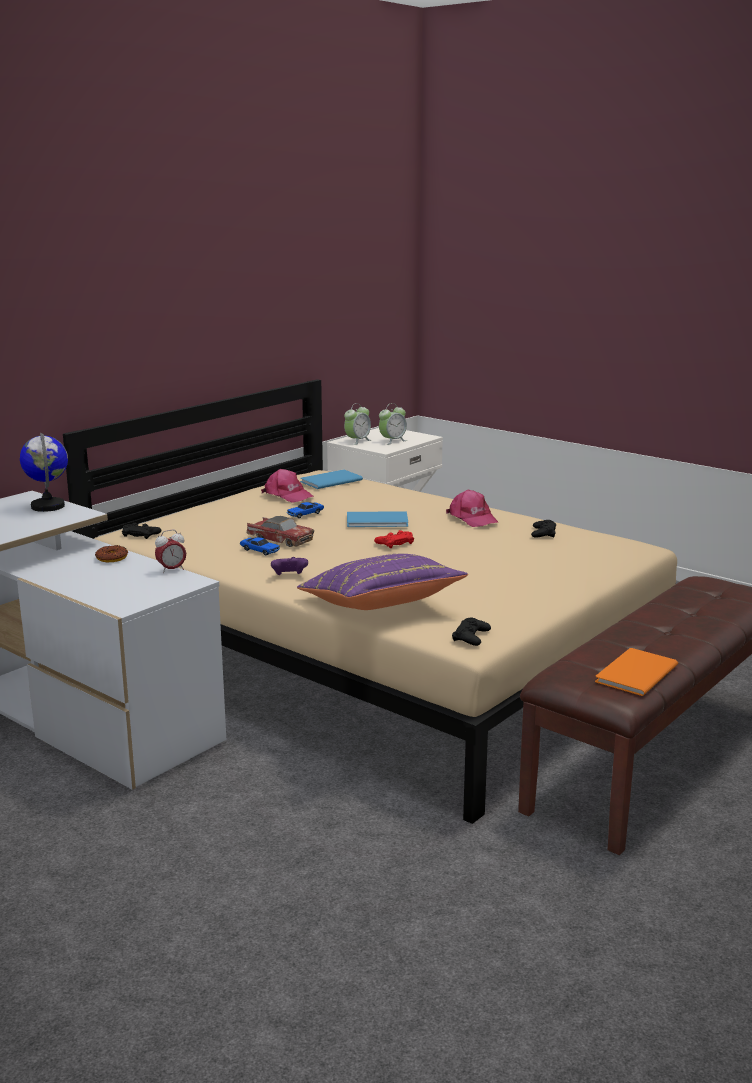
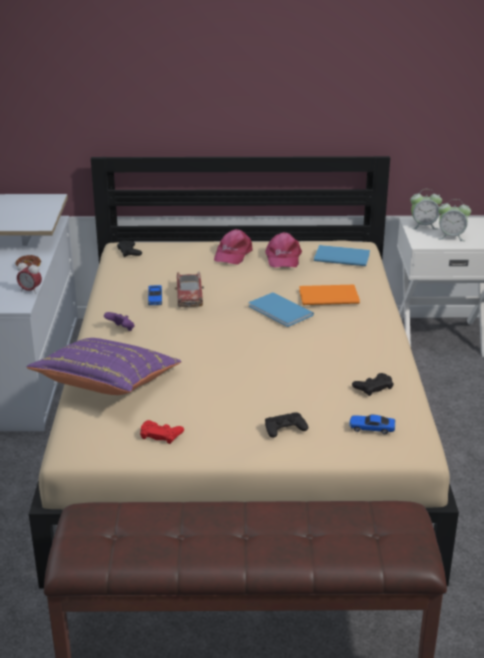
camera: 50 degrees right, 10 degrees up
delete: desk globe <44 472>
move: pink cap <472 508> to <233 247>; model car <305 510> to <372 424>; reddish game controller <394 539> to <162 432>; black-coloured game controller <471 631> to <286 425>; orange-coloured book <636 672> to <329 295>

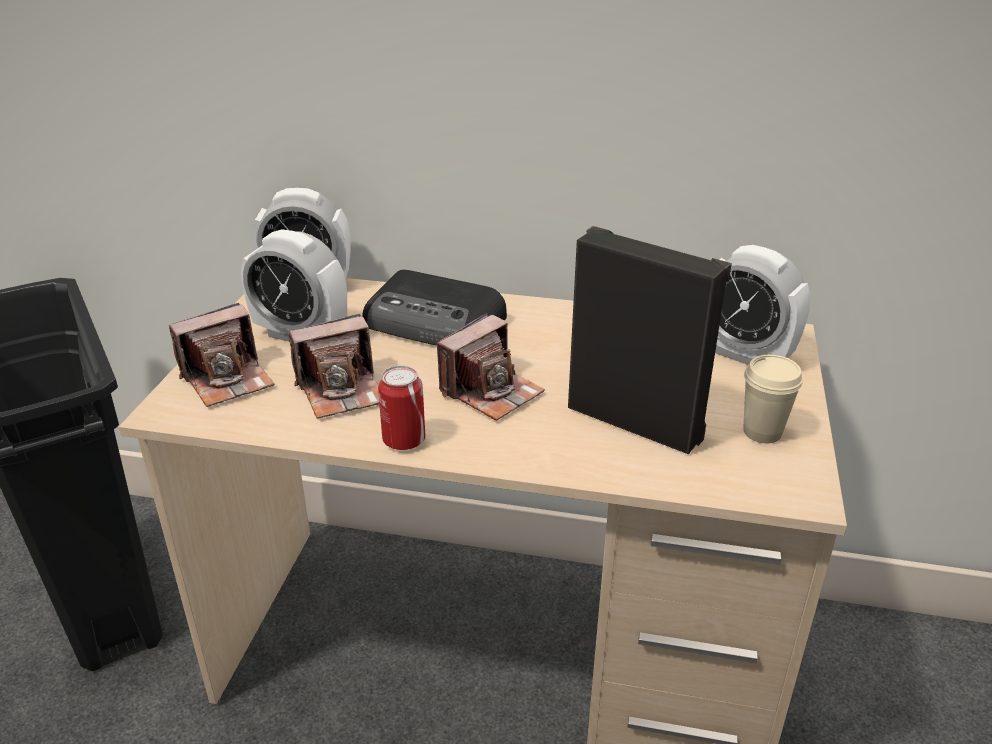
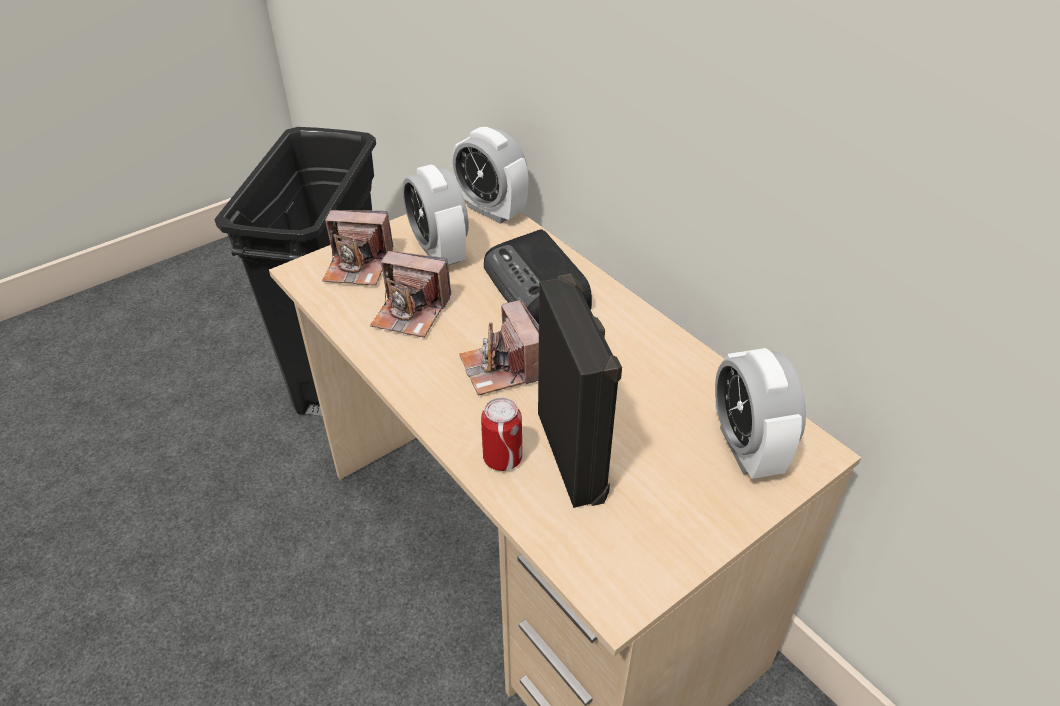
camera: 40 degrees right, 10 degrees up
delete: sand-coloured small cup <773 399>
move: can <401 408> to <501 434>
rotate: still camera <491 367> = <499 347> 75 degrees clockwise

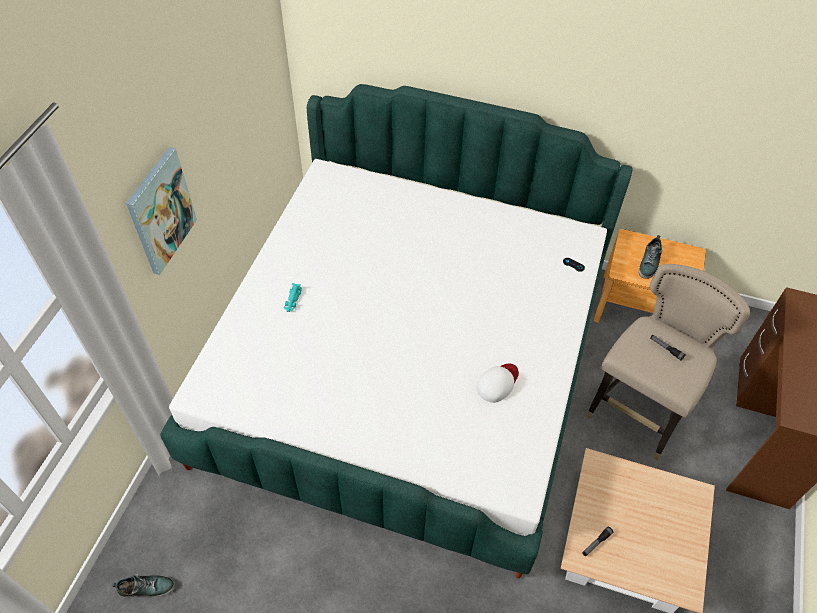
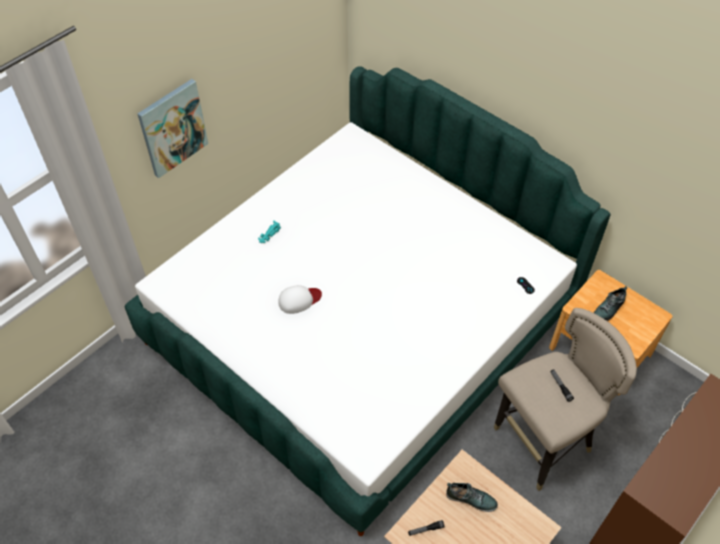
camera: 25 degrees right, 0 degrees up
move: white cap <498 383> to <300 299>; shoe <143 586> to <472 497>

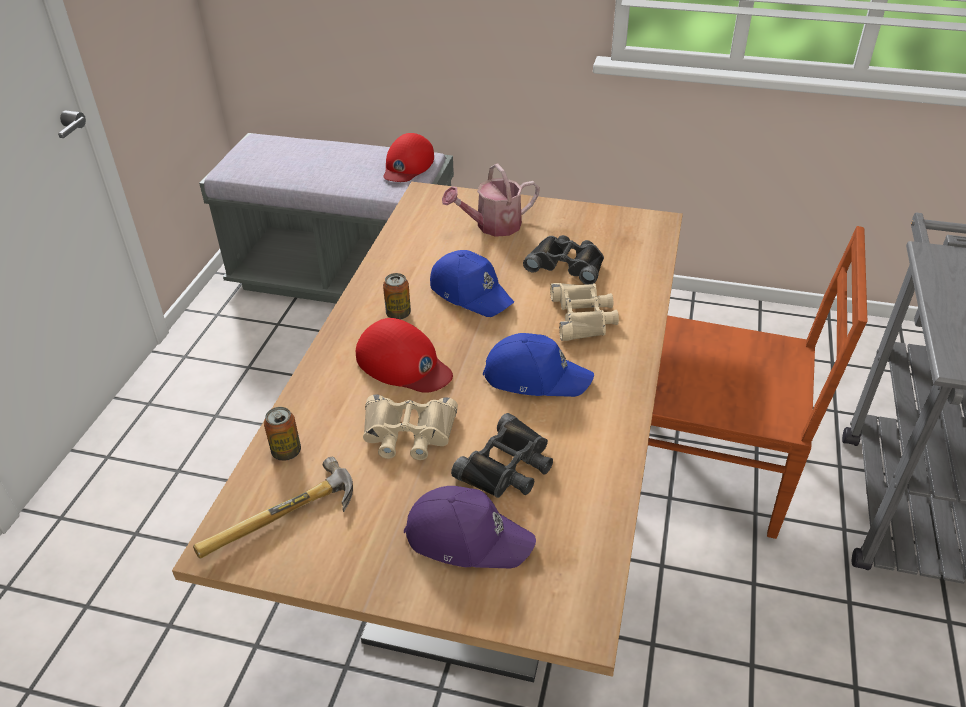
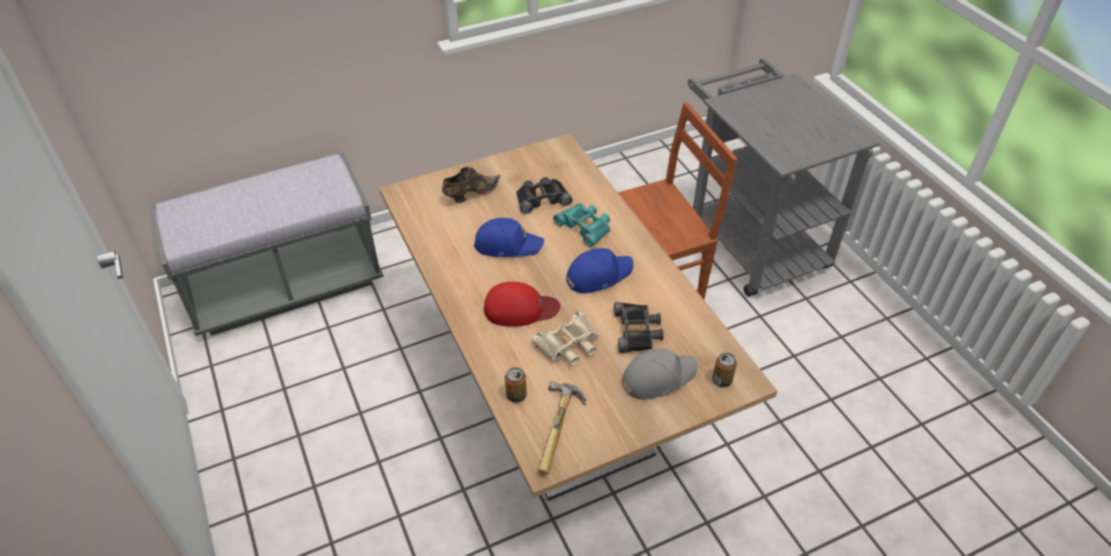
camera: 40 degrees left, 5 degrees up
delete: reddish cap <408 157>
move: can <397 296> to <724 369>
replace: sprinkling can <491 200> to brown shoe <471 185>
recolor: sand-coloured binoculars <584 312> to blue-green binoculars <581 225>; purple cap <470 527> to gray cap <660 374>

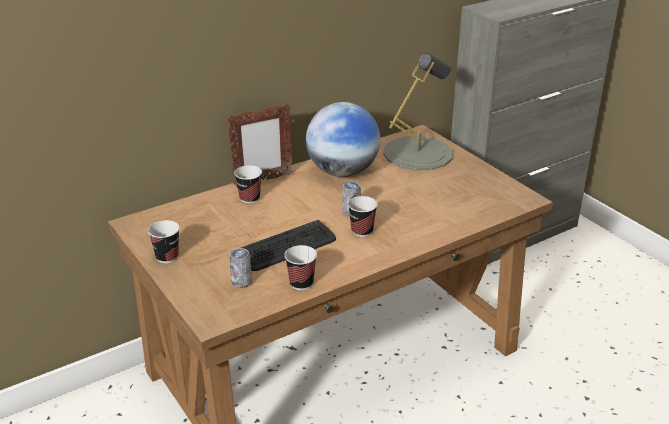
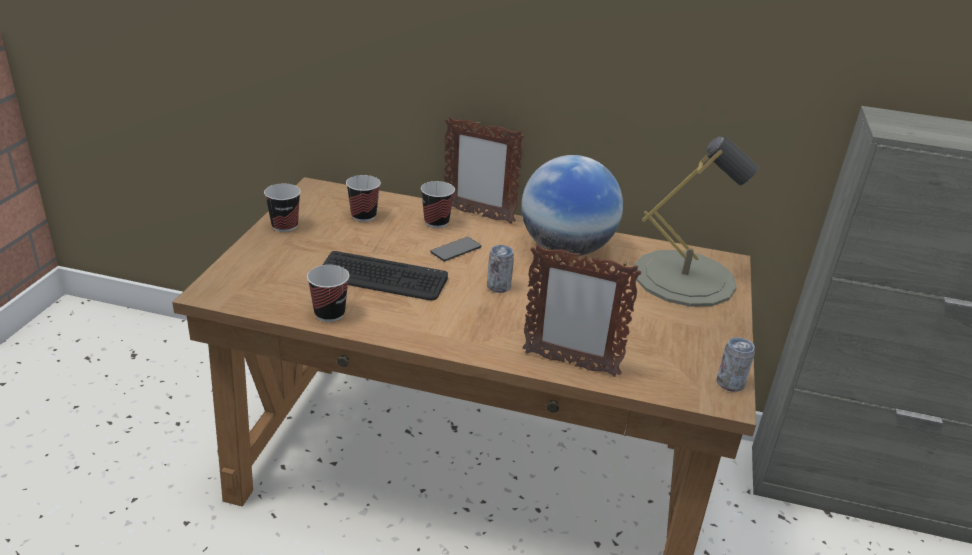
camera: 45 degrees right, 0 degrees up
insert: phone <455 249>; photo frame <582 311>
move: small cup <363 216> to <363 198>; can <240 268> to <735 364>

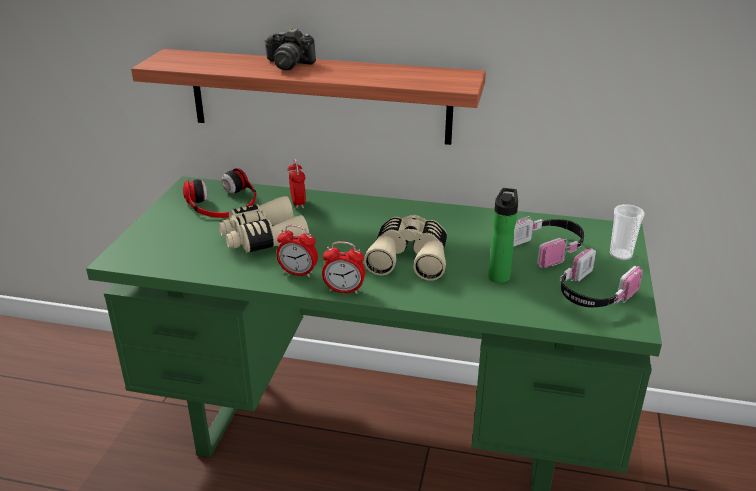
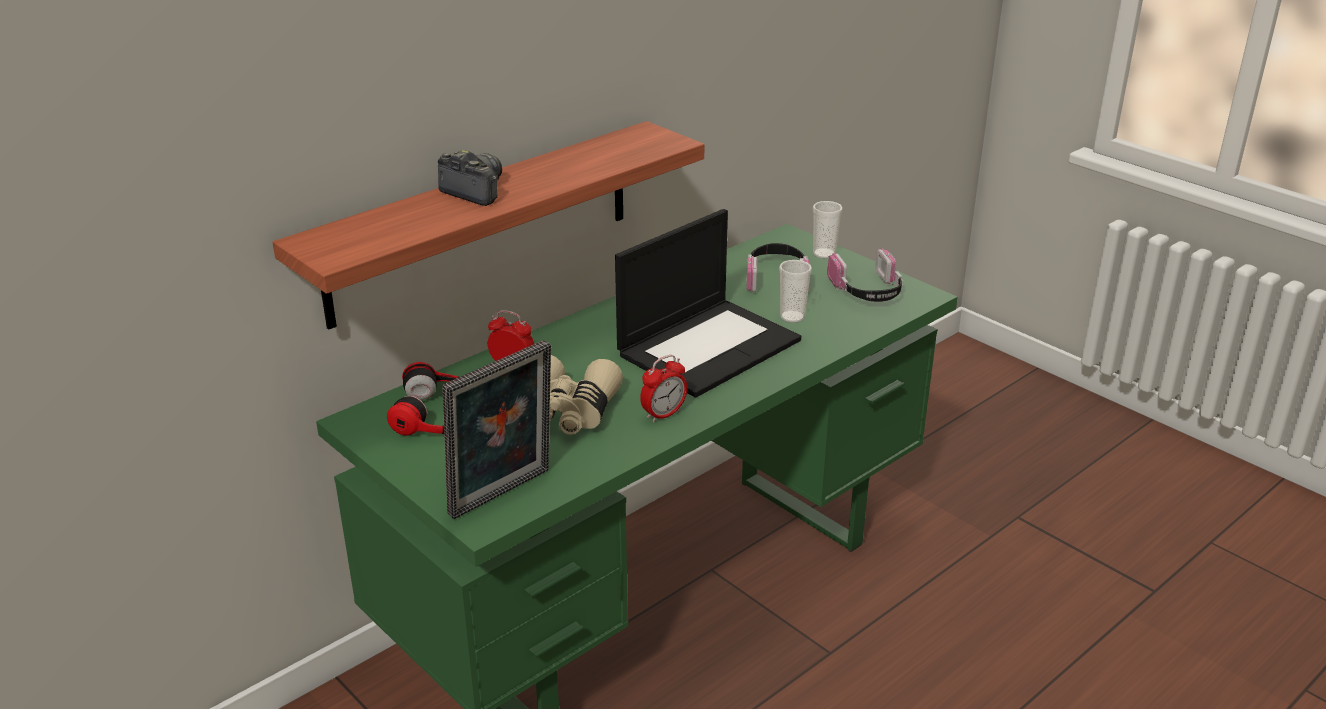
camera: 55 degrees left, 0 degrees up
delete: table clock <343 267>
insert: photo frame <496 429>
replace: drink bottle <503 235> to small cup <795 291>; sand-coloured binoculars <405 248> to portable computer <708 303>
rotate: still camera <290 49> = <470 178> 105 degrees counterclockwise

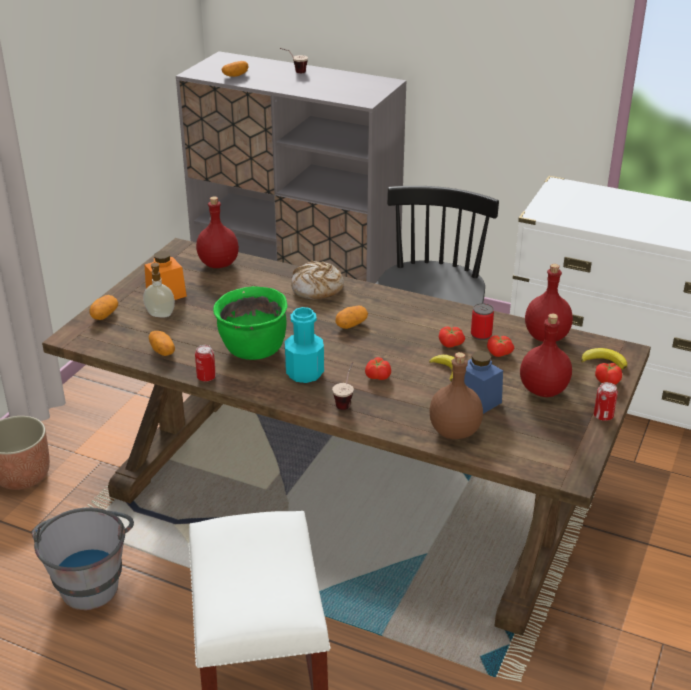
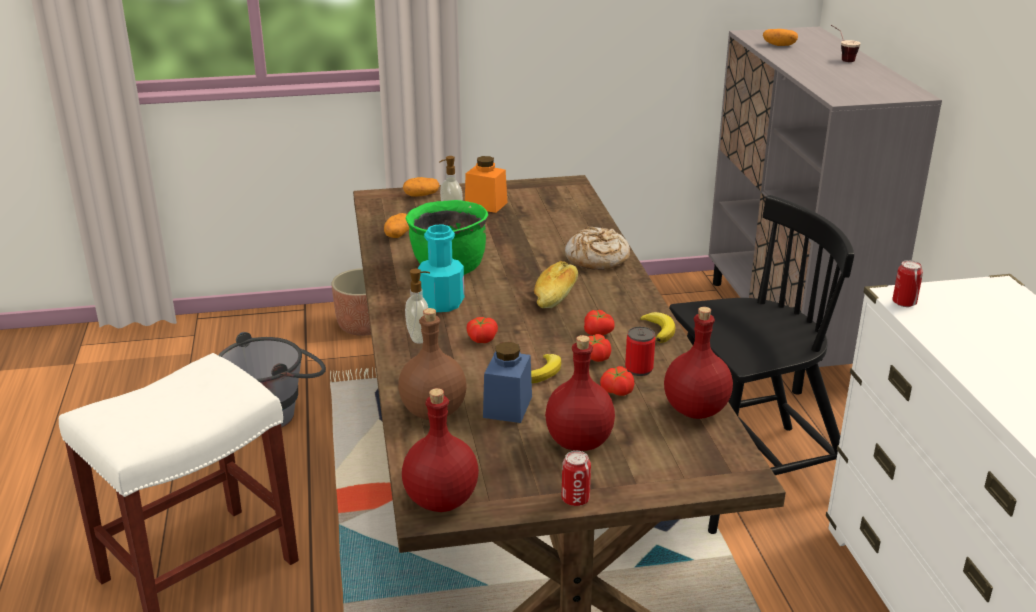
camera: 55 degrees right, 5 degrees down
move: reddish drink bottle <217 232> to <440 450>; can <205 363> to <908 283>; banana fruit <604 358> to <657 327>; whole tomato <608 374> to <599 322>
replace: whole potato <352 317> to bread <556 284>; small cup <343 386> to soap dispenser <417 306>

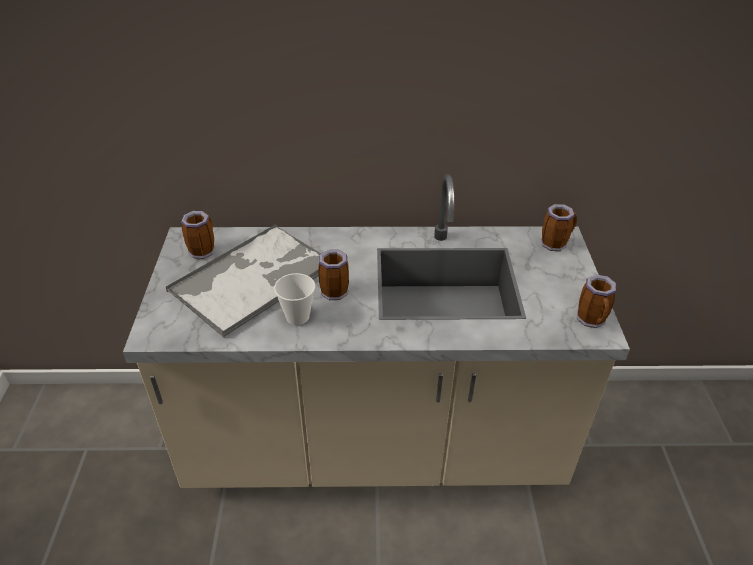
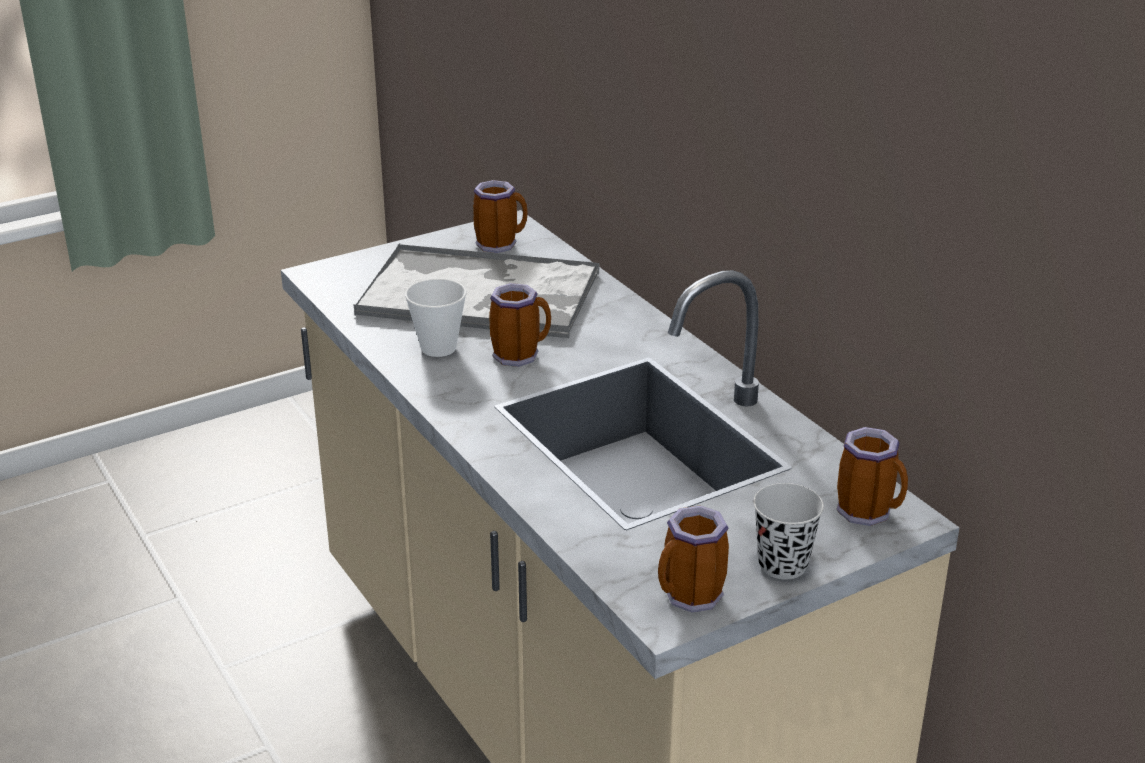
camera: 60 degrees right, 10 degrees down
insert: black-coloured small cup <788 531>

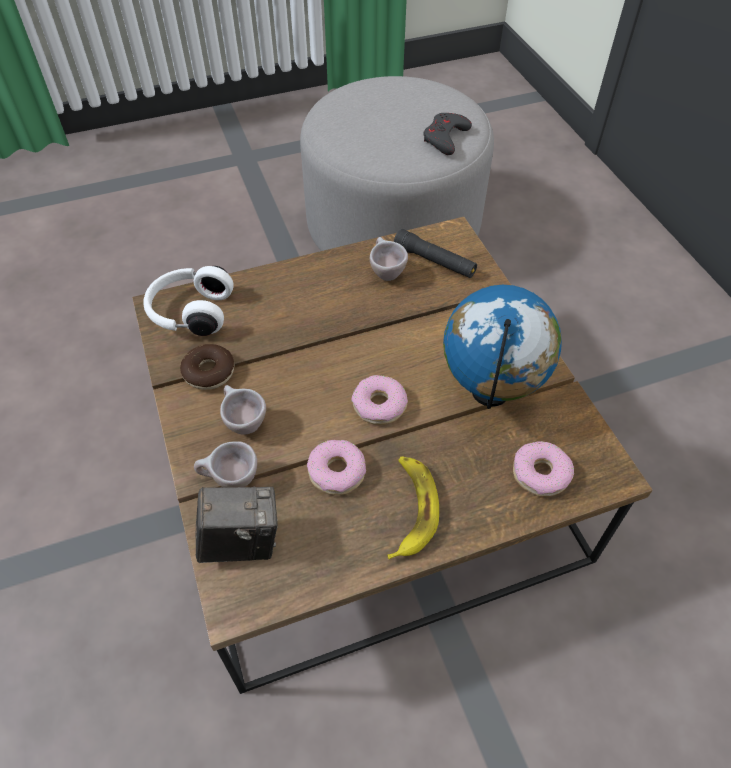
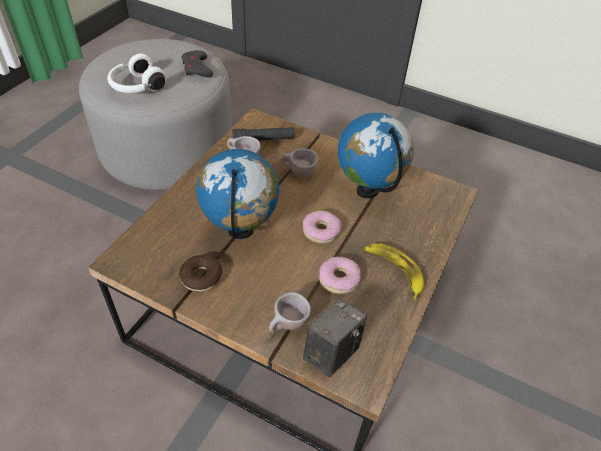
camera: 45 degrees left, 5 degrees down
delete: donut <543 469>
insert: desk globe <237 194>
move: white pair of headphones <188 301> to <136 73>; sand-coloured small cup <243 410> to <299 162>

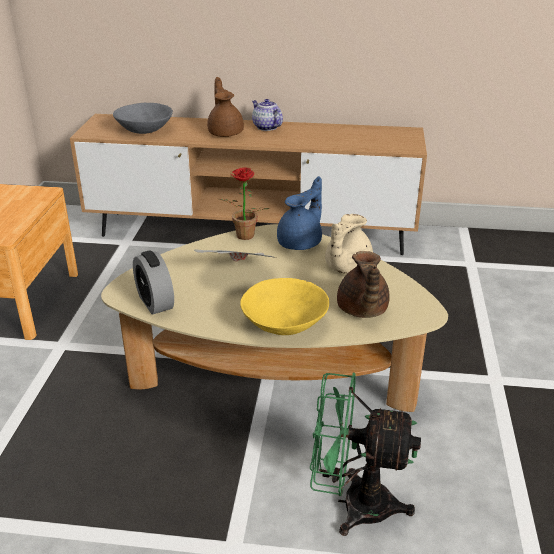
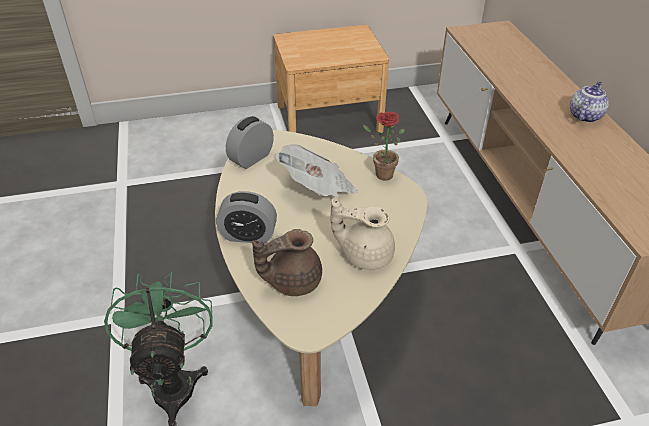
camera: 70 degrees right, 10 degrees up
delete: brown tea pot <225 107>; gray serving bowl <143 118>; blue tea pot <299 213>
replace: yellow serving bowl <284 306> to table clock <246 217>

